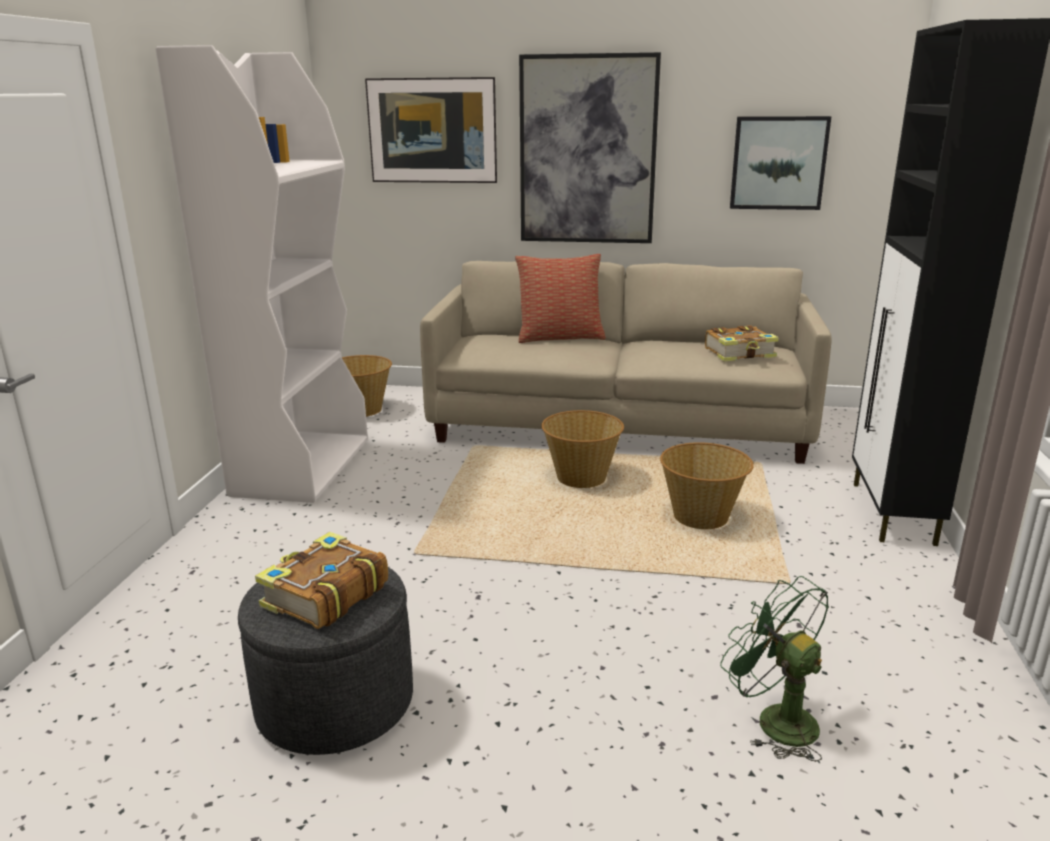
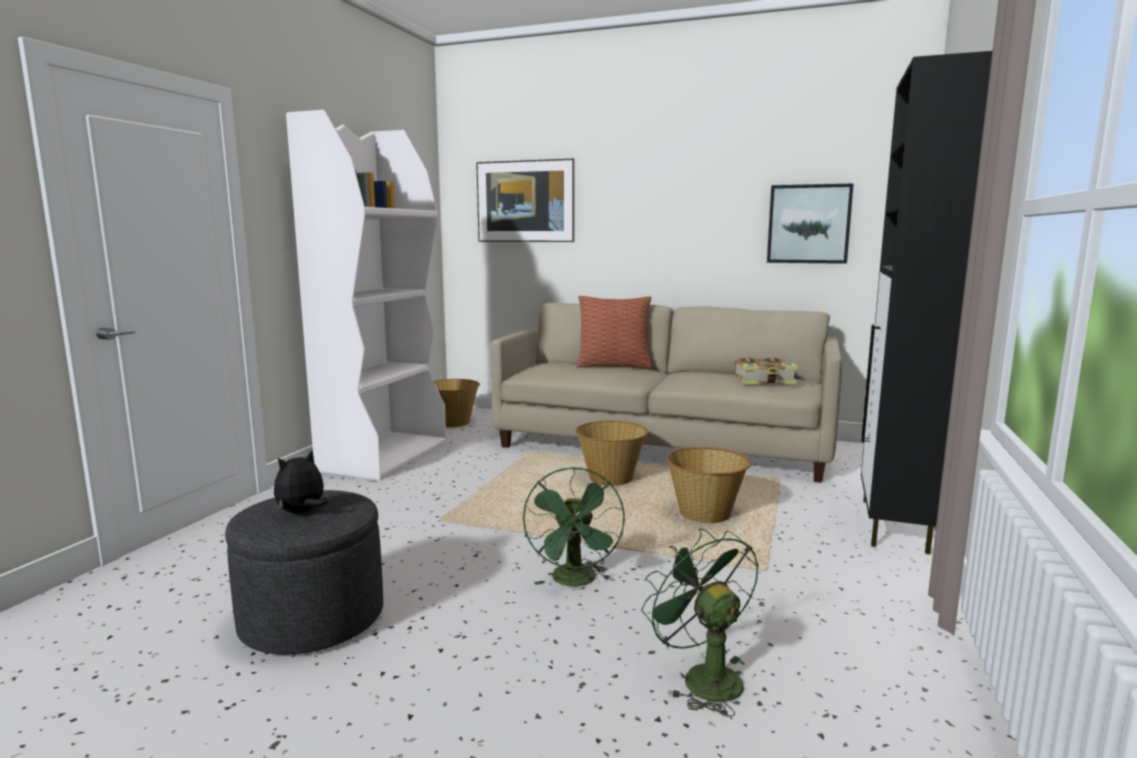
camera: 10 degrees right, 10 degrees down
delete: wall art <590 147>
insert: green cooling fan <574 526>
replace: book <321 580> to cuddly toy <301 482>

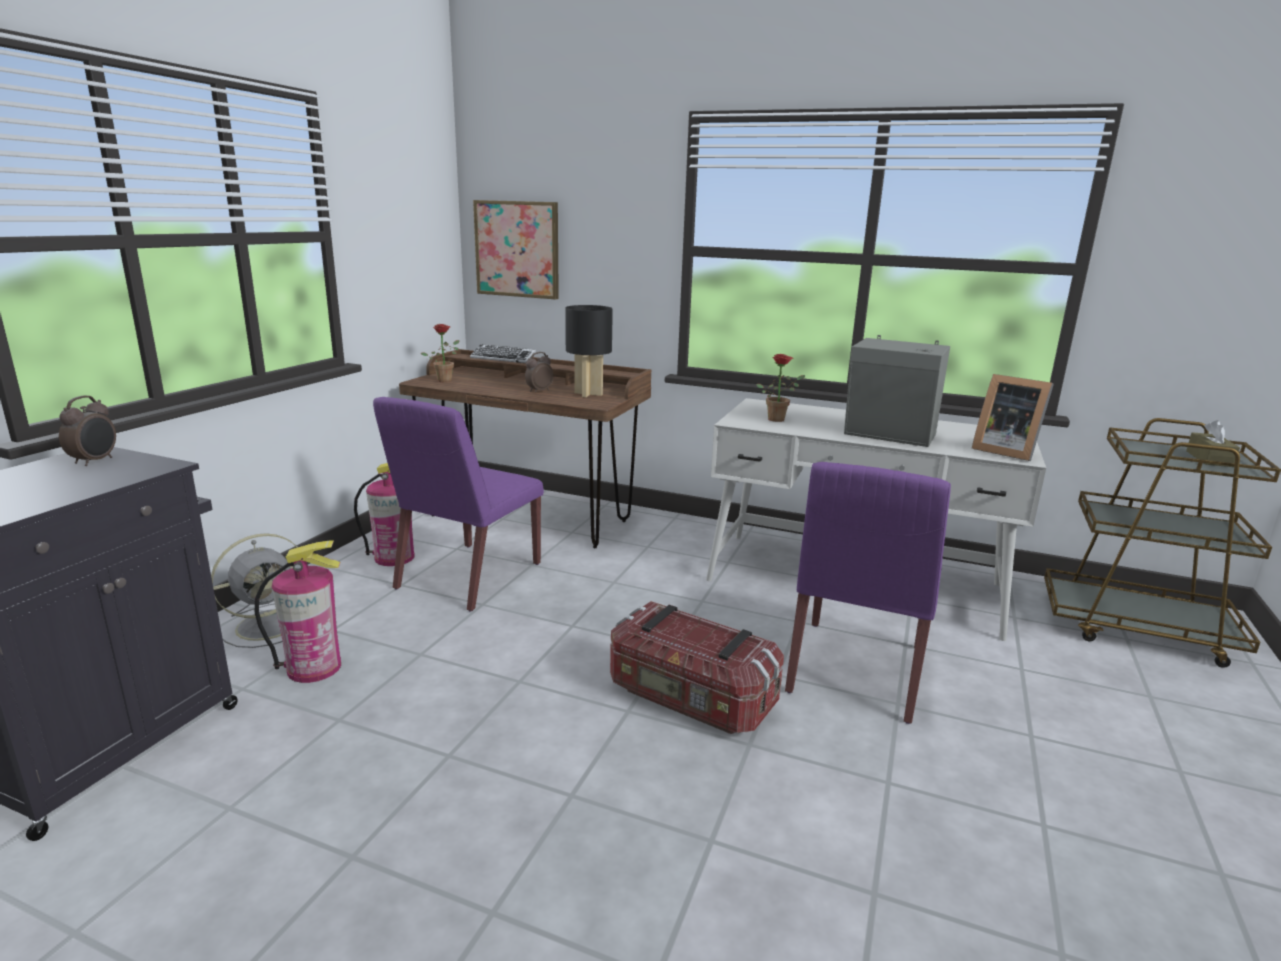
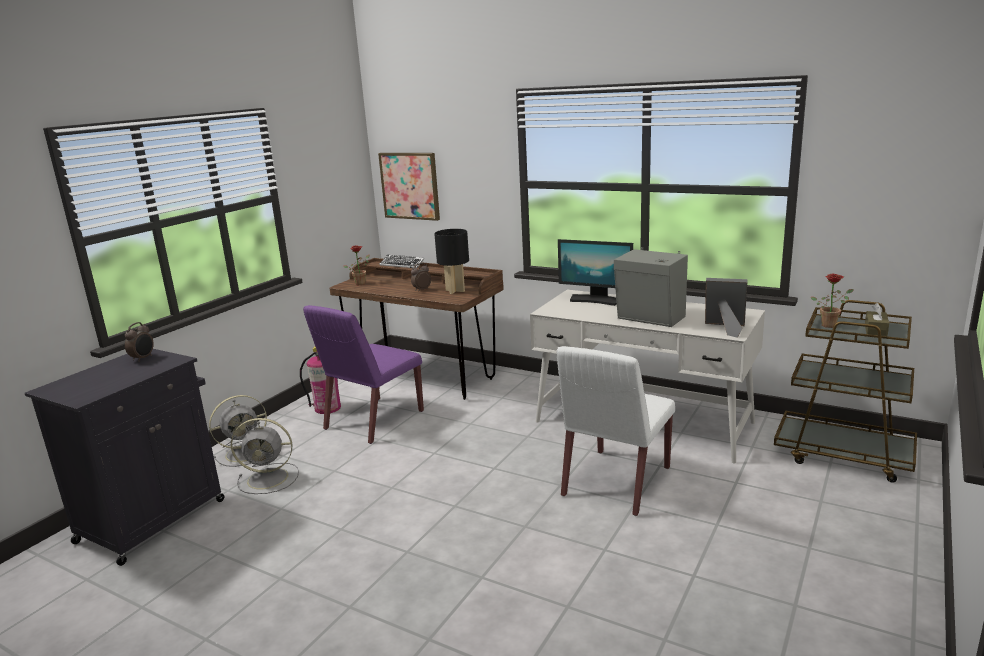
camera: 10 degrees right, 0 degrees up
delete: storage bin <697 667>
insert: monitor <595 272>
move: houseplant <780 388> to <832 301>
replace: extinguisher <298 611> to gray cooling fan <265 456>
recolor: purple chair <868 593> to white chair <616 431>
rotate: photo frame <1013 417> = <726 308> 150 degrees clockwise

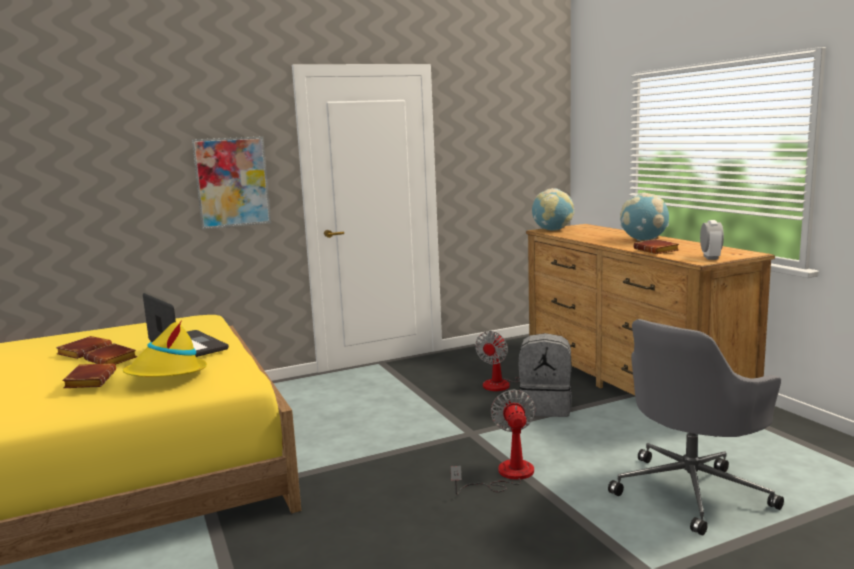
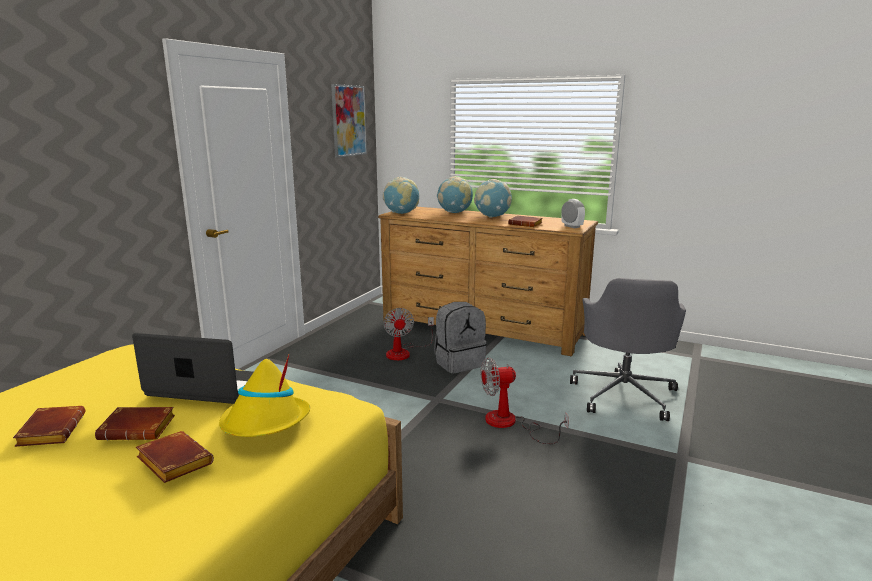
camera: 40 degrees left, 5 degrees up
insert: desk globe <455 194>
move: wall art <231 183> to <349 120>
rotate: cooling fan <493 442> = <524 401> 60 degrees counterclockwise

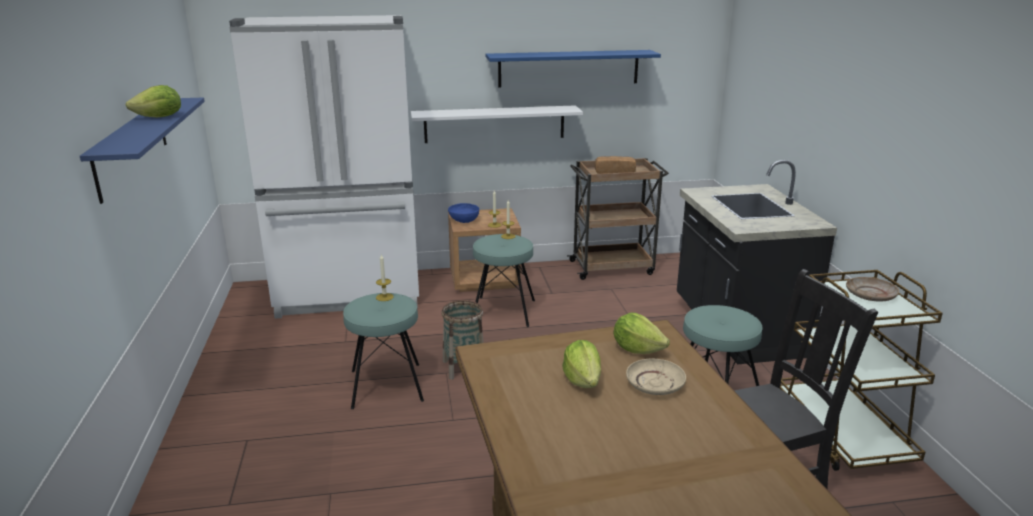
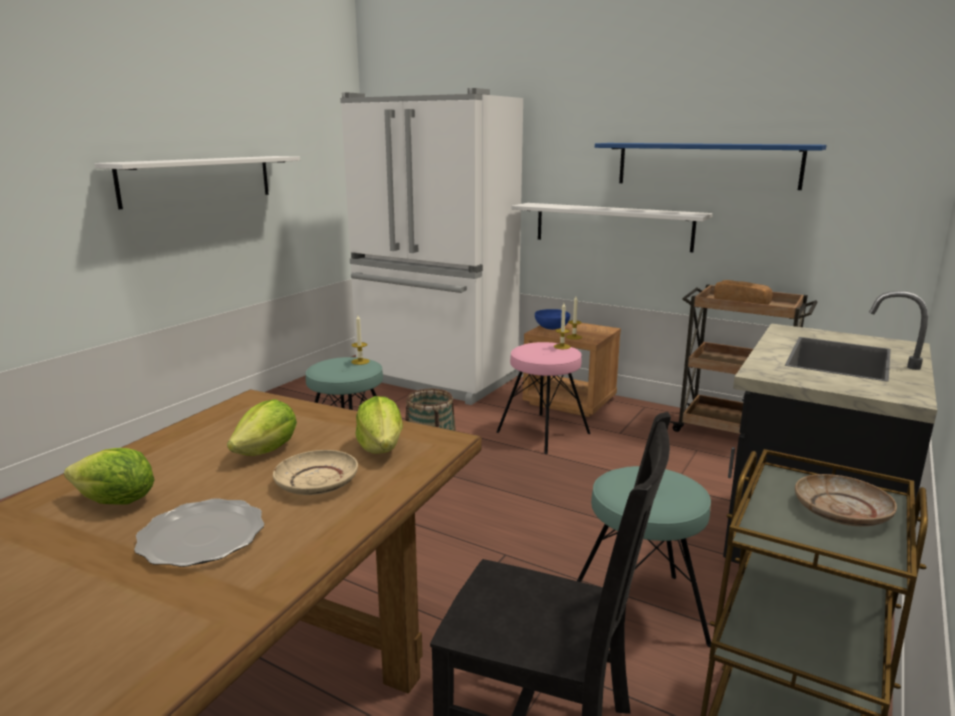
camera: 40 degrees right, 5 degrees down
insert: plate <199 532>
move: lettuce <153 101> to <109 476>
recolor: blue shelf <142 150> to white shelf <197 182>; blue-green stool seat <504 280> to pink stool seat <543 398>

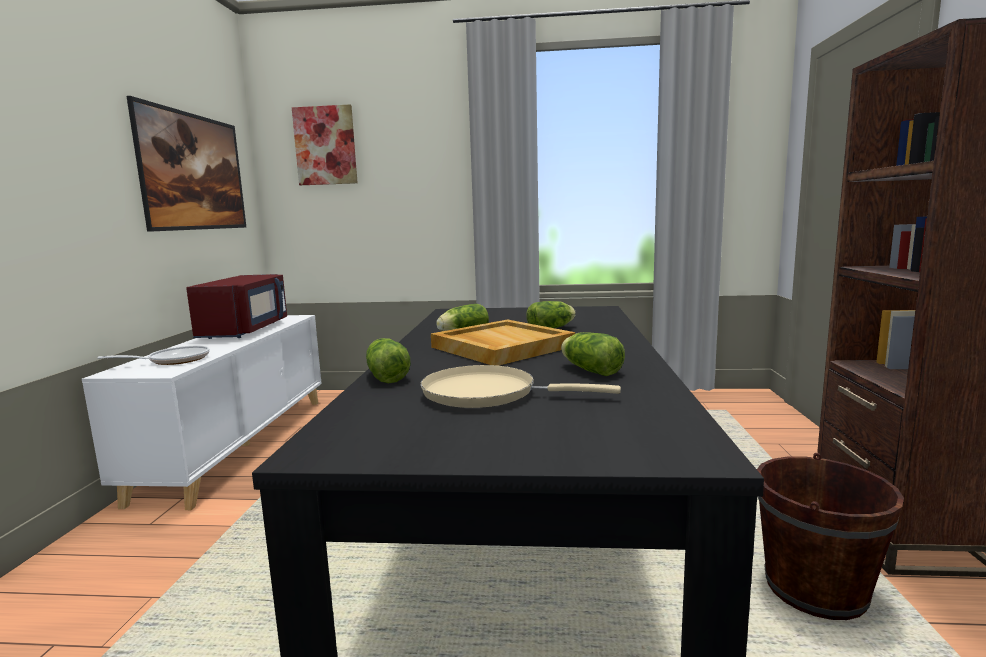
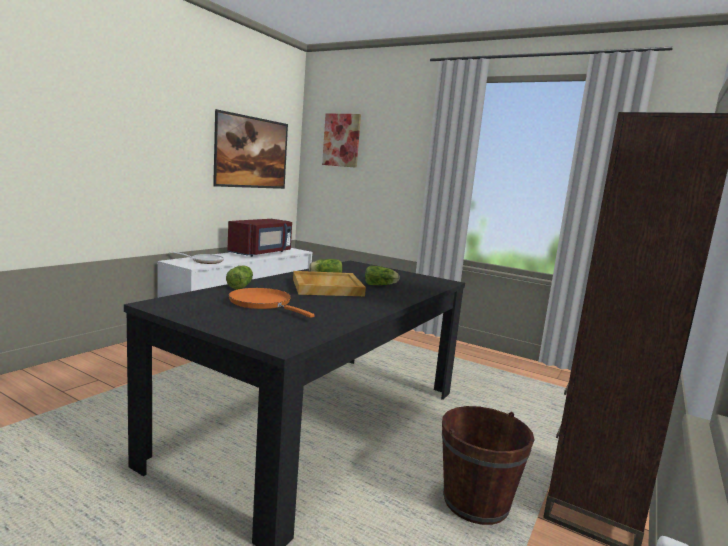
camera: 25 degrees right, 0 degrees up
delete: lettuce <593 354>
recolor: sand-coloured frying pan <520 386> to orange-coloured frying pan <272 303>

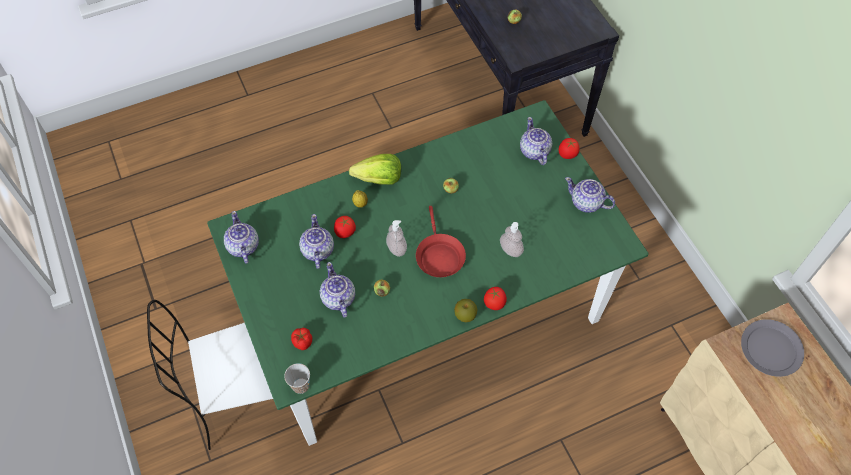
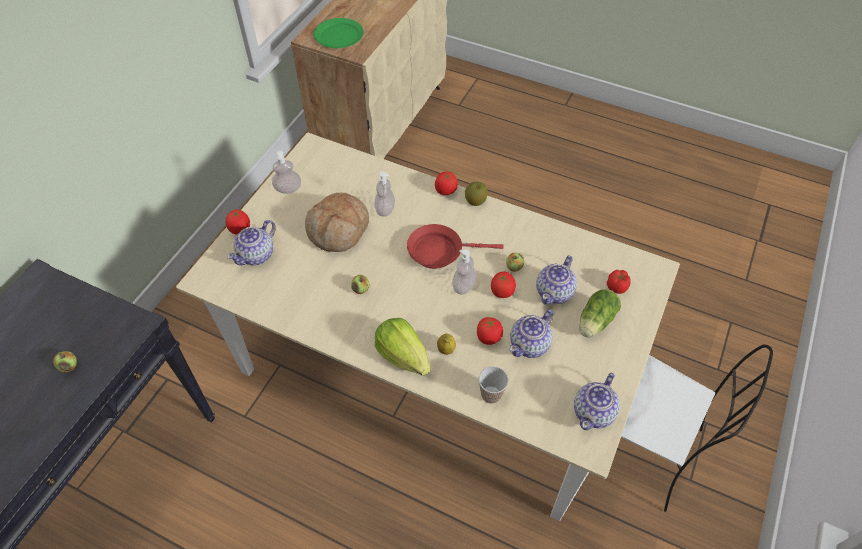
camera: 130 degrees left, 5 degrees down
insert: bread <337 222>; whole tomato <503 284>; lettuce <600 313>
move: small cup <297 378> to <493 385>
replace: tea pot <590 195> to soap dispenser <286 172>
recolor: green kitchen table <428 273> to sand-coloured kitchen table <428 327>; gray plate <772 348> to green plate <339 33>
rotate: reddish frying pan <441 241> = <455 246> 135 degrees counterclockwise

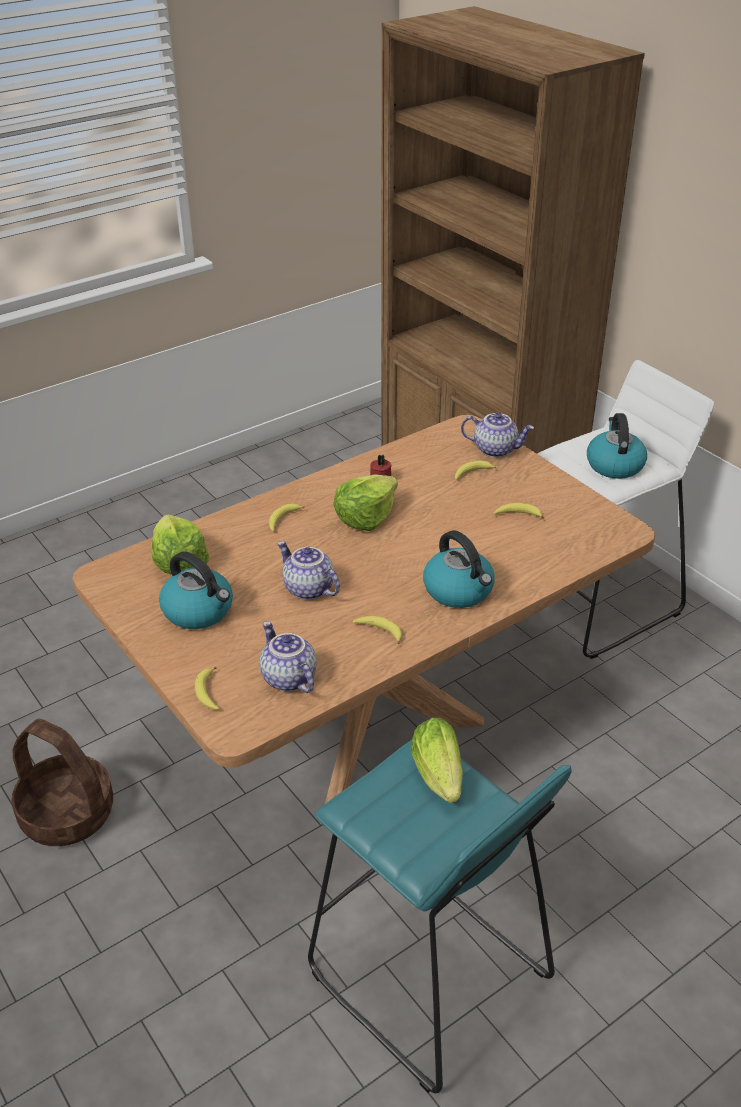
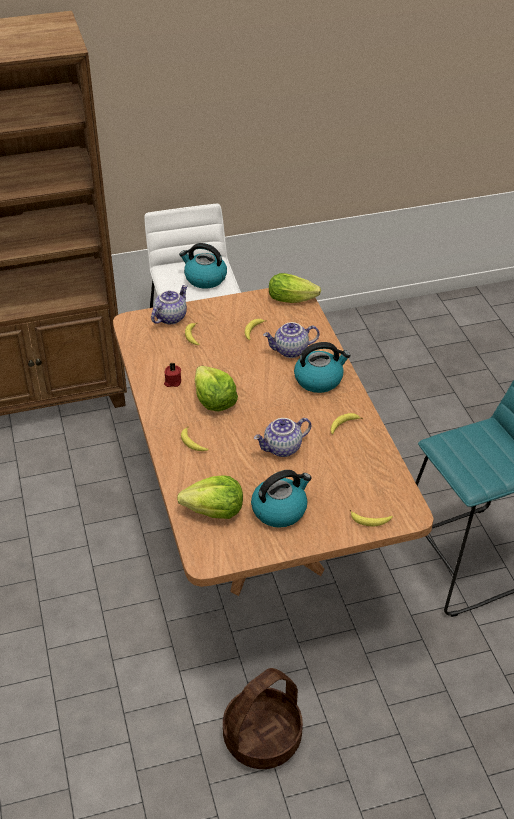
camera: 70 degrees left, 5 degrees up
move: tea pot <288 657> to <291 340>; lettuce <437 760> to <295 288>

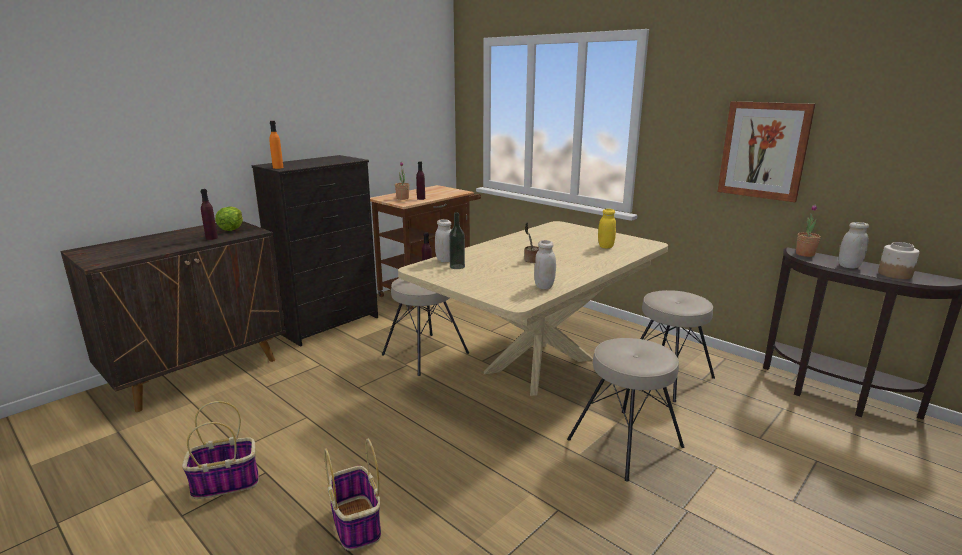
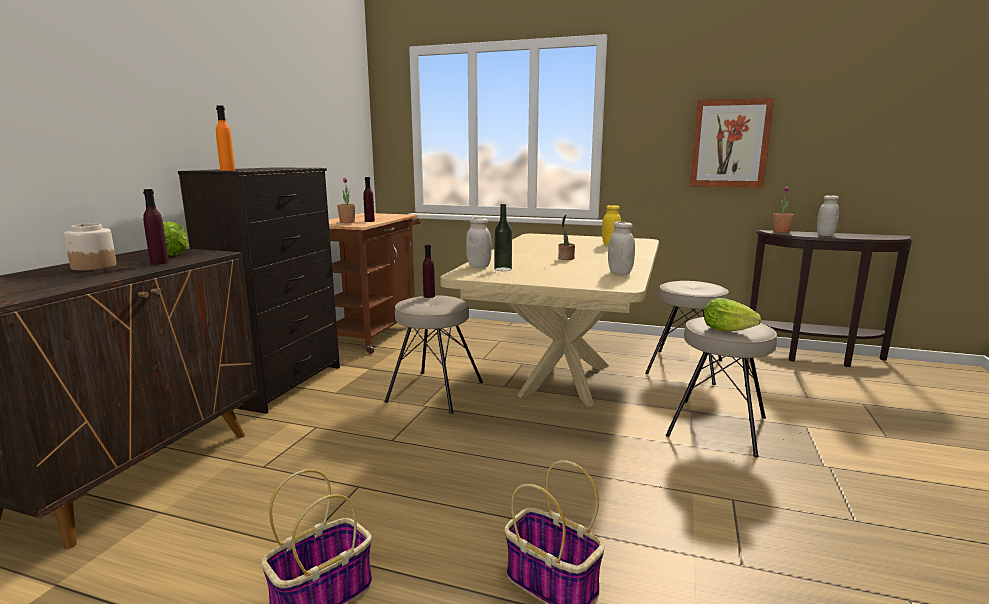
camera: 25 degrees left, 5 degrees down
insert: lettuce <732 314>
move: preserve jar <899 260> to <90 247>

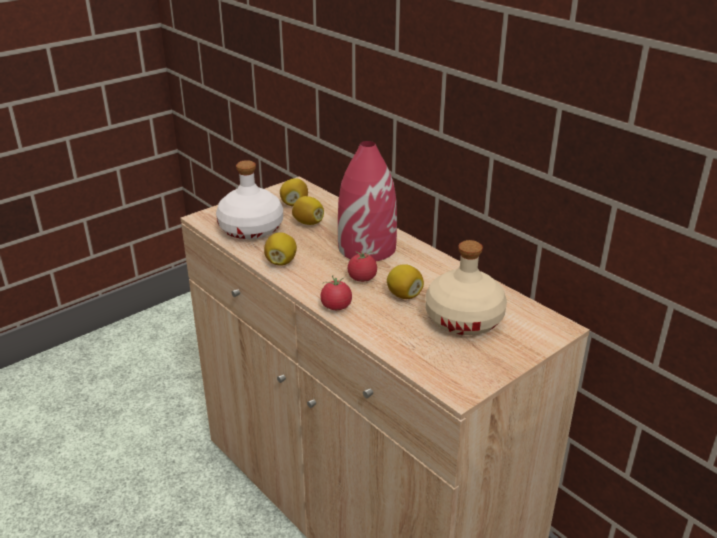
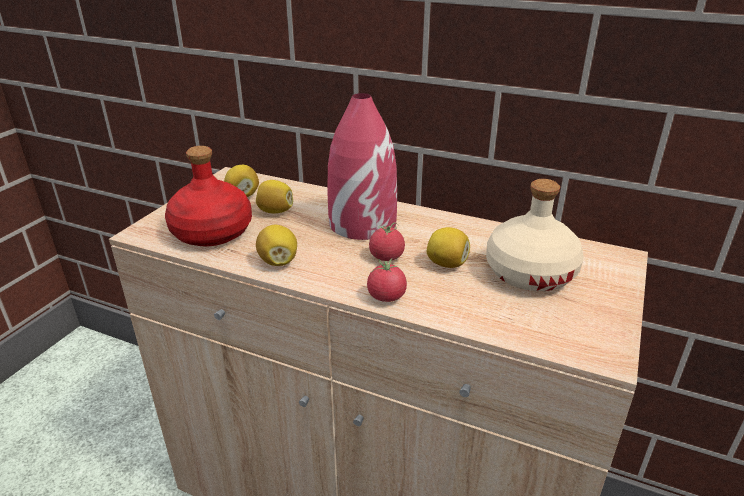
camera: 25 degrees left, 0 degrees up
recolor: white drink bottle <249 200> to reddish drink bottle <208 196>

